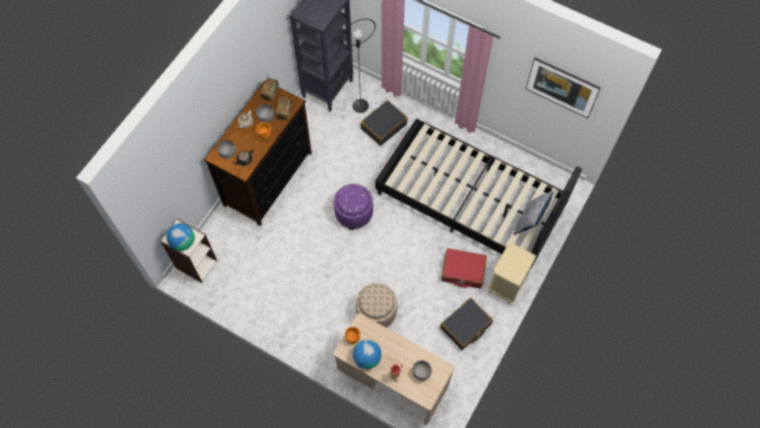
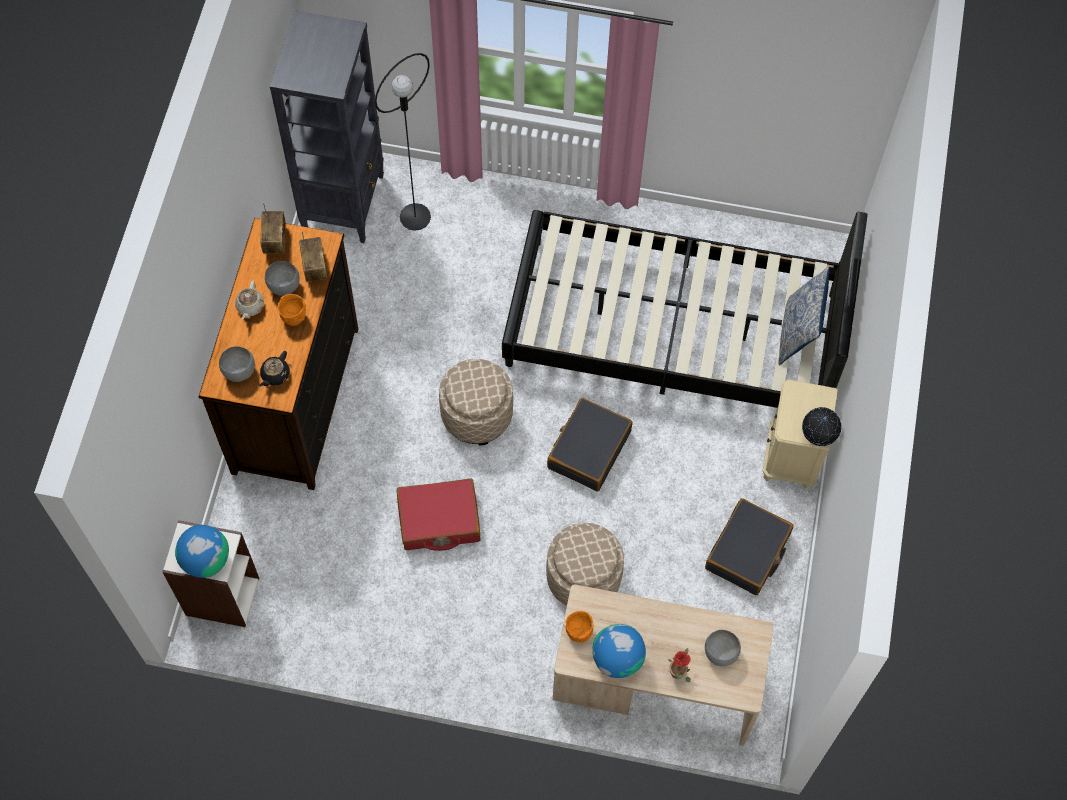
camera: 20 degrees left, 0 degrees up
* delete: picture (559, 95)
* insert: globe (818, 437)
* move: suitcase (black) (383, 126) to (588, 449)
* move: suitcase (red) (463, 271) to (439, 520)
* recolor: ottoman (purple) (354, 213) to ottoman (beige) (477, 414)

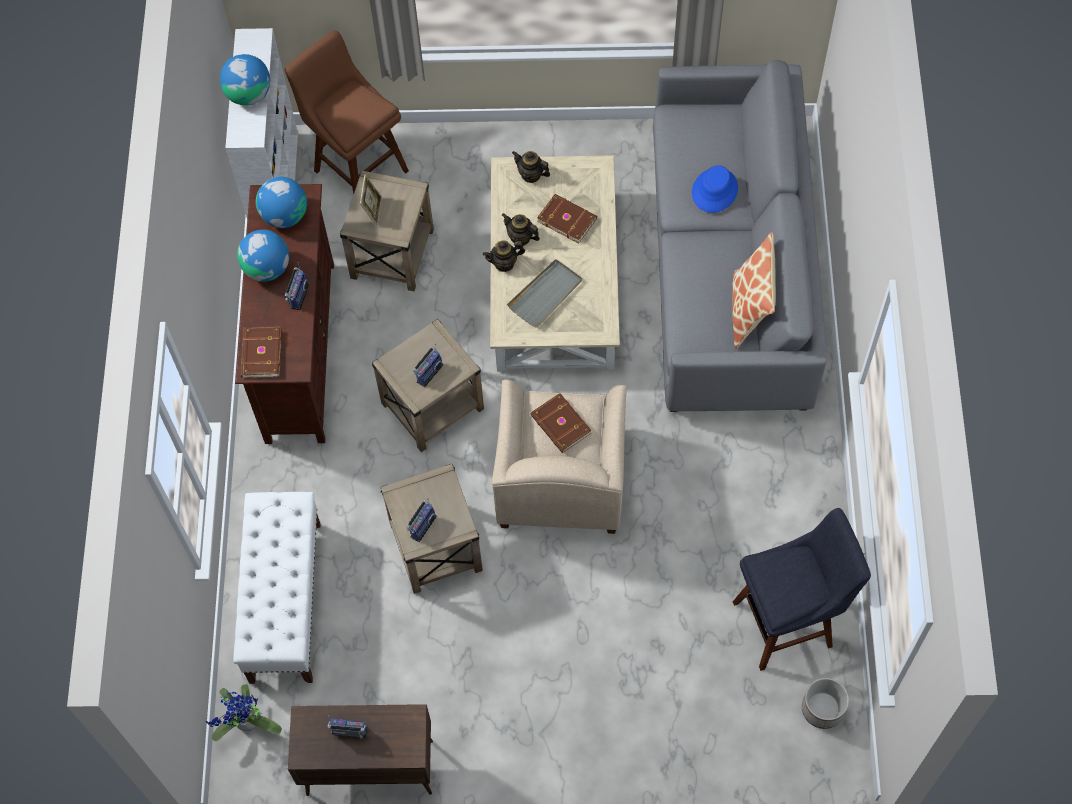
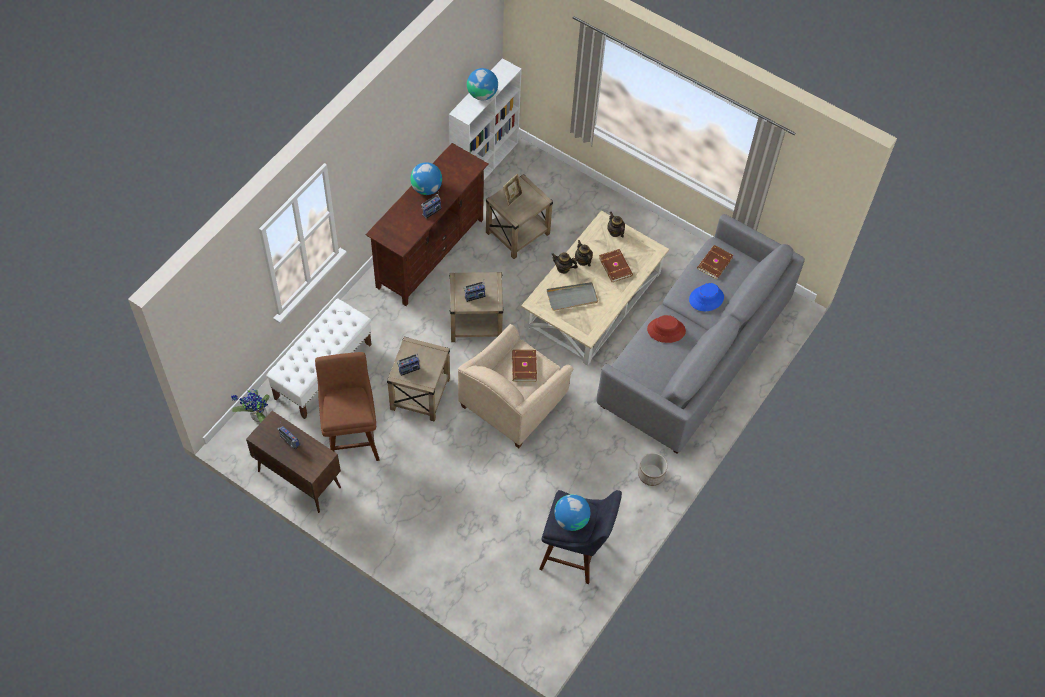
camera: 30 degrees right, 5 degrees down
* delete: pillow (750, 310)
* insert: hat (red) (666, 330)
* move: book (brown) (260, 354) to (714, 263)
* move: globe (285, 215) to (571, 520)
* move: stool (brown) (357, 167) to (352, 438)
* move: planter (823, 709) to (651, 475)

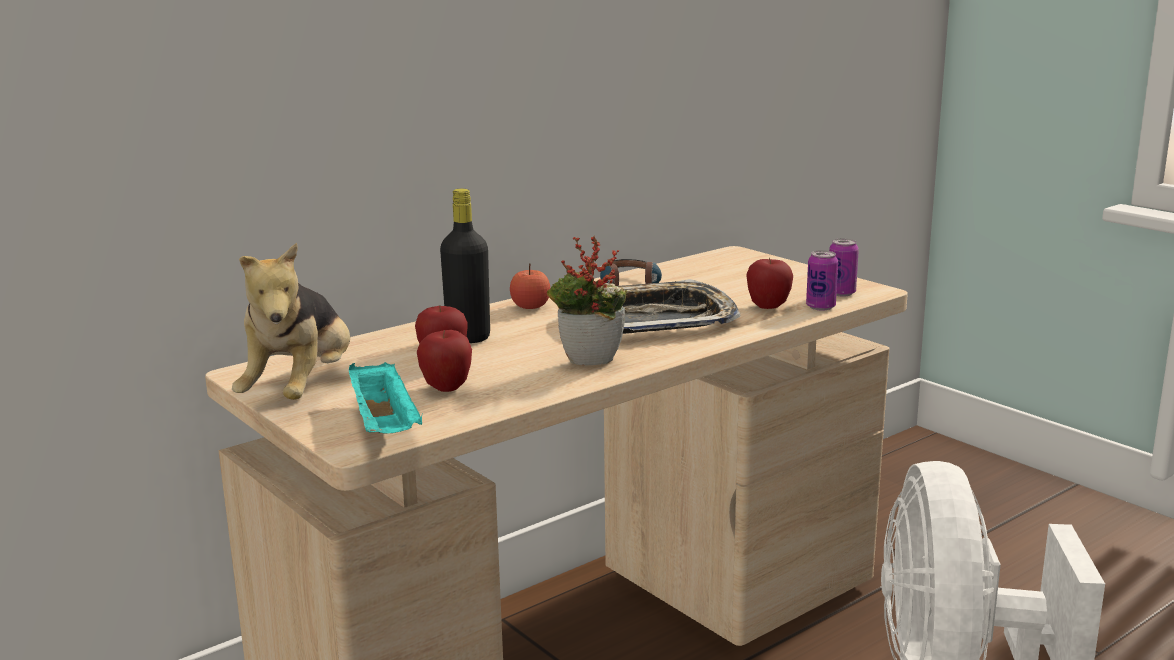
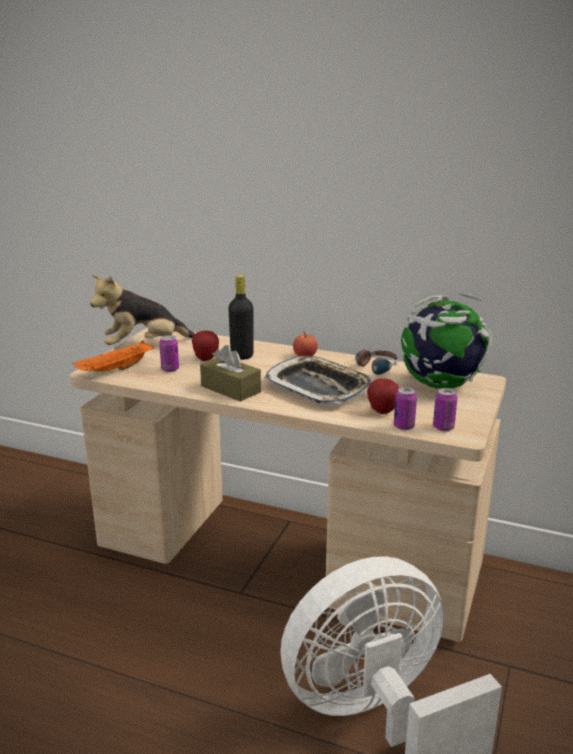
camera: 60 degrees right, 5 degrees up
* insert: globe (440, 386)
* replace: apple (446, 388) to can (170, 369)
* replace: potted plant (589, 364) to tissue box (brown) (230, 389)
* recolor: tray (turquoise) (385, 426) to tray (orange) (115, 370)

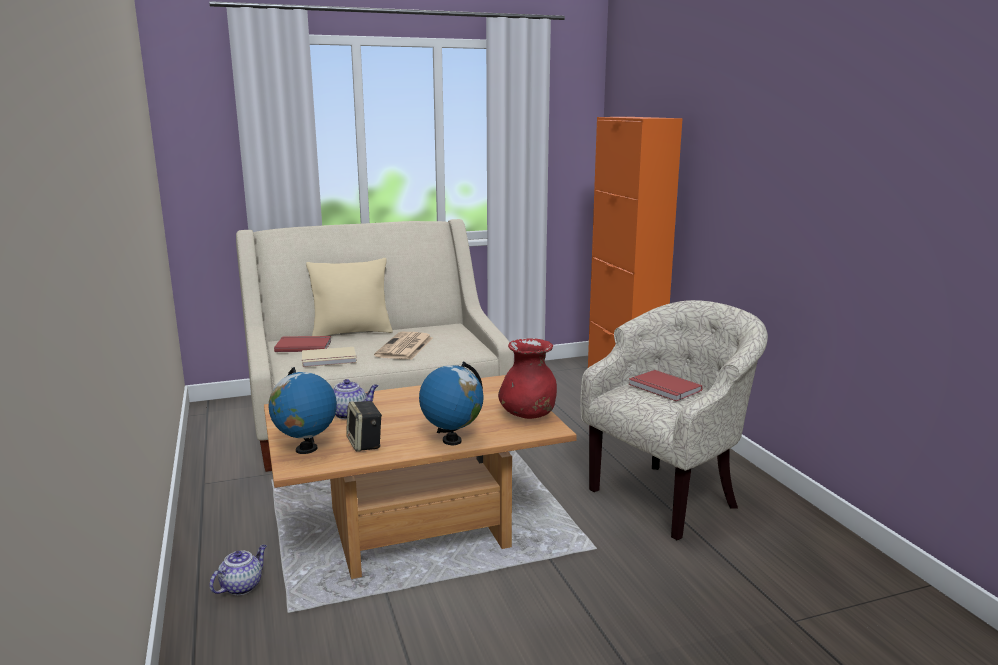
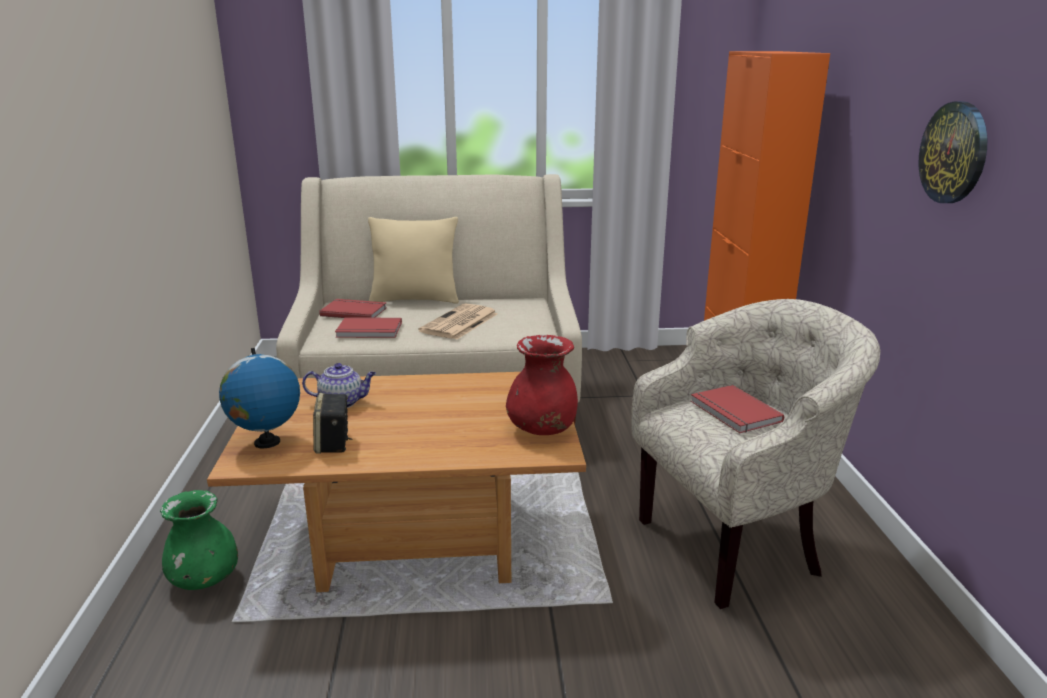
camera: 15 degrees right, 5 degrees up
* delete: globe (452, 440)
* insert: wall clock (954, 153)
* replace: teapot (242, 586) to vase (green) (204, 580)
* recolor: book (beige) (329, 360) to book (red) (369, 331)

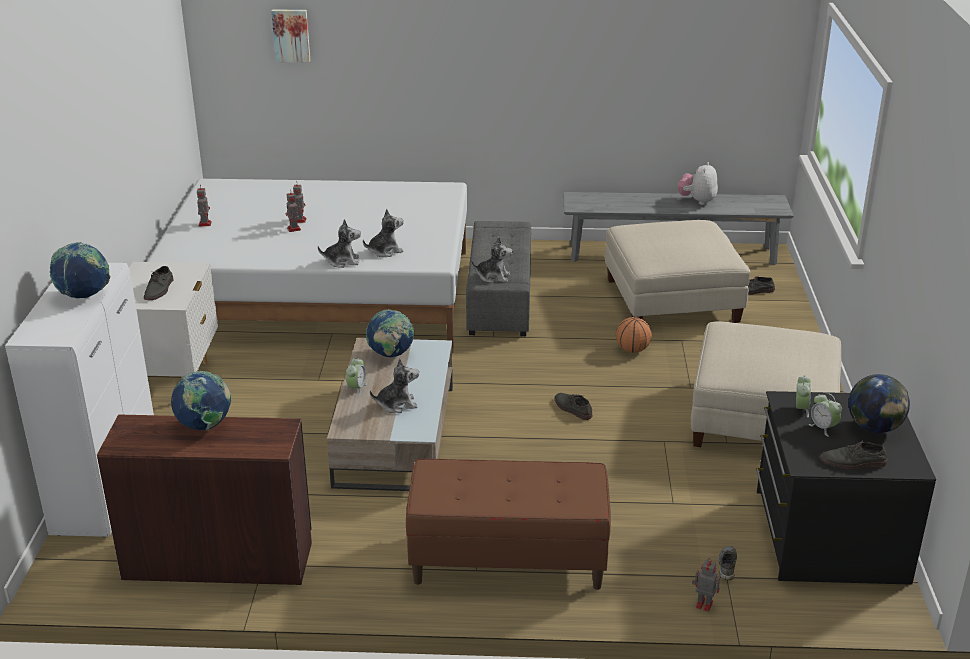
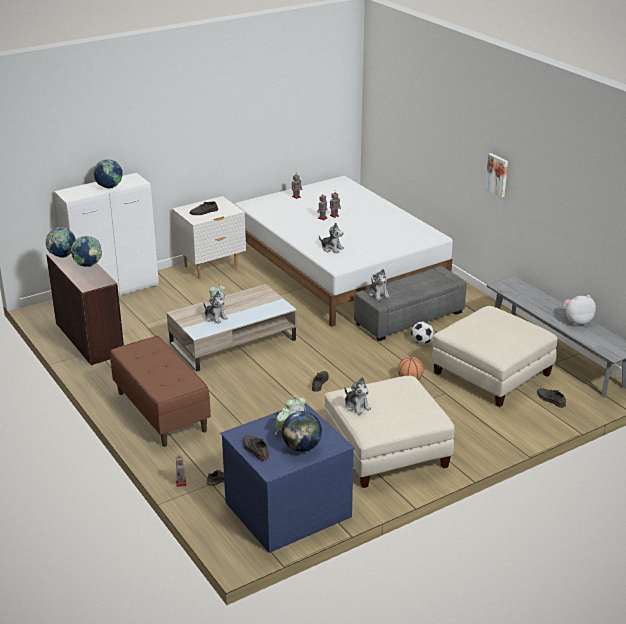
camera: 55 degrees right, 0 degrees up
* insert: football (421, 342)
* move: picture (291, 35) to (497, 174)
* move: plush toy (342, 261) to (357, 406)
* move: globe (391, 355) to (62, 256)
* recolor: dresser (black) (827, 535) to dresser (blue) (287, 508)

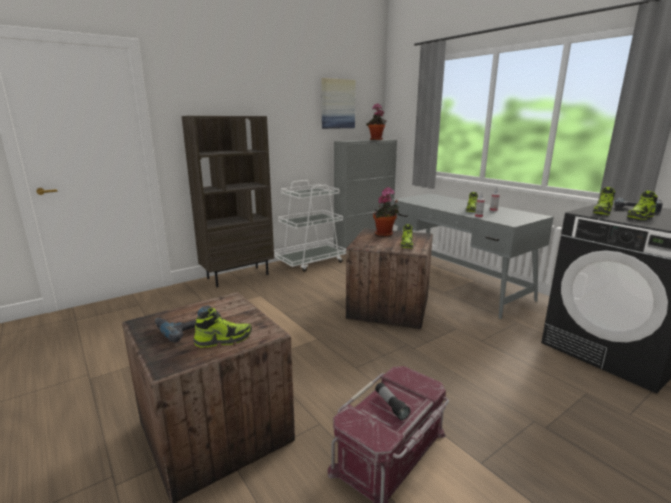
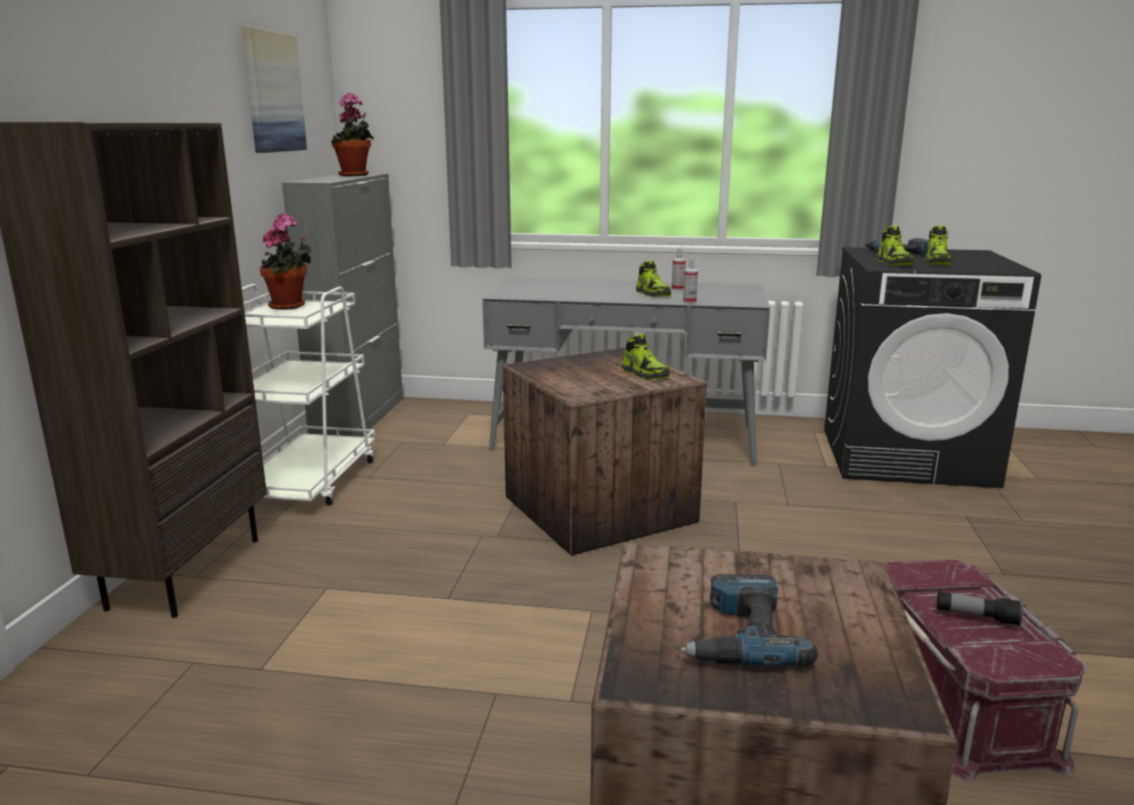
camera: 45 degrees left, 0 degrees up
* delete: shoe (223, 340)
* move: potted plant (385, 234) to (290, 306)

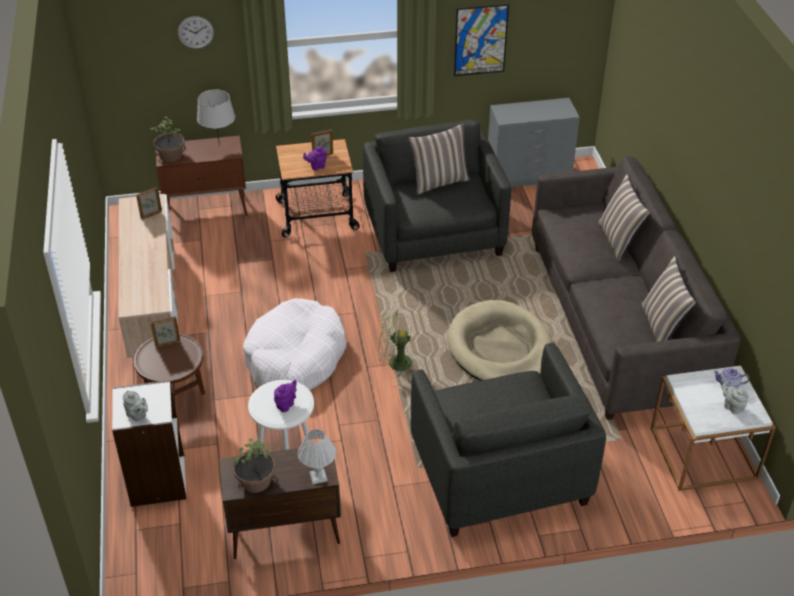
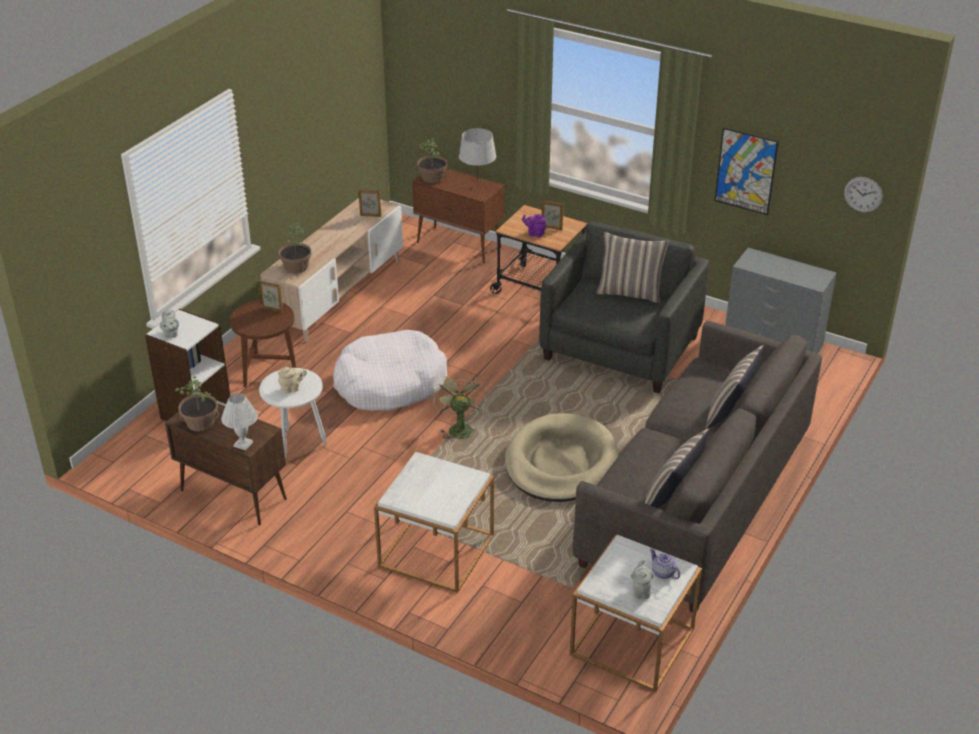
camera: 40 degrees right, 5 degrees down
* insert: potted plant (296, 267)
* move: wall clock (195, 32) to (863, 194)
* replace: armchair (grey) (498, 473) to side table (white) (436, 550)
* recolor: teapot (purple) (286, 404) to teapot (beige) (292, 388)
* rotate: fan (green) (394, 364) = (459, 428) 45 degrees clockwise

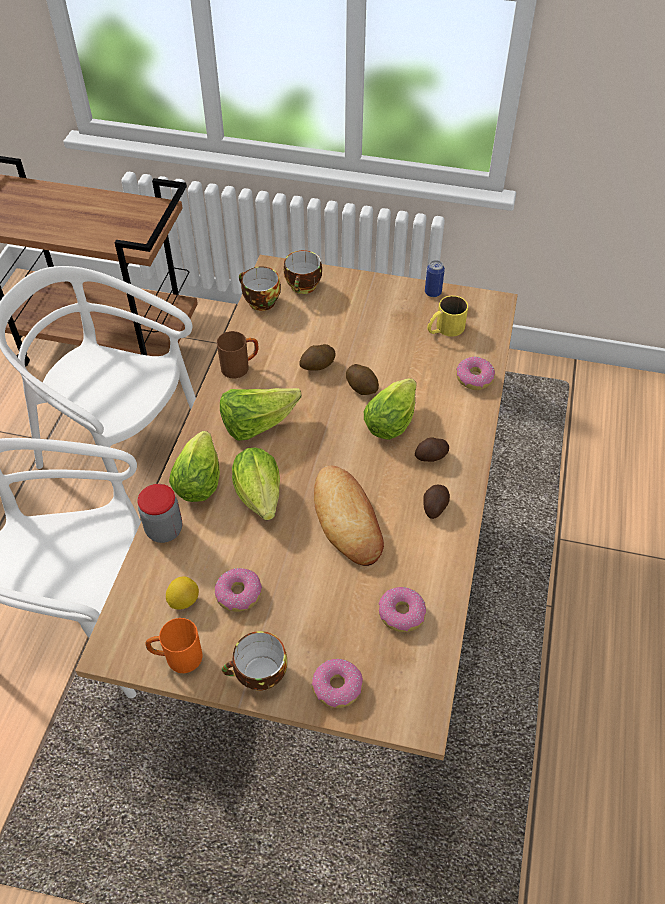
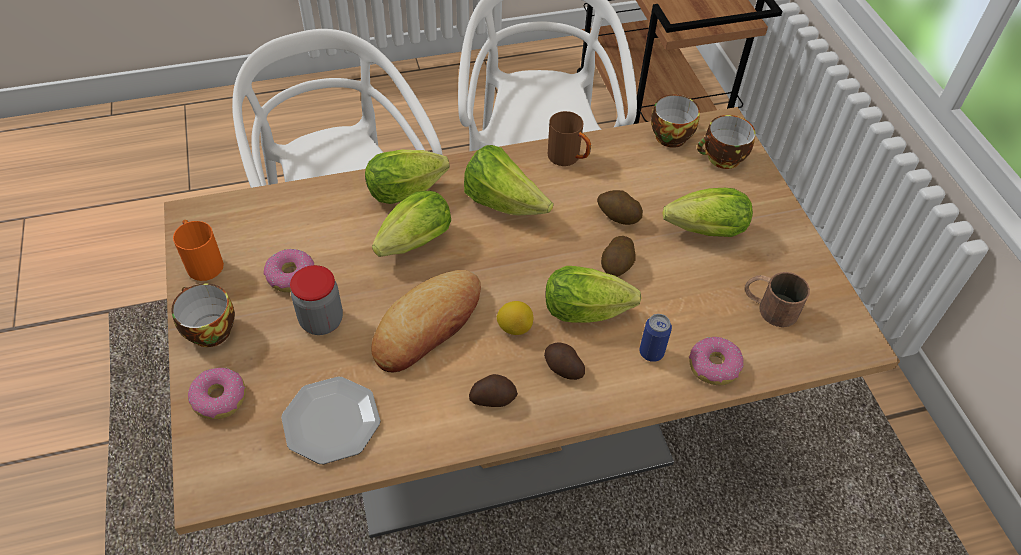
camera: 60 degrees right, 0 degrees up
* insert: lettuce (701, 231)
* move: jar (164, 530) to (321, 321)
* move: lemon (184, 600) to (514, 327)
* move: can (433, 292) to (651, 352)
* replace: donut (401, 613) to plate (332, 421)
* recolor: mug (yellow) (444, 329) to mug (brown) (769, 307)

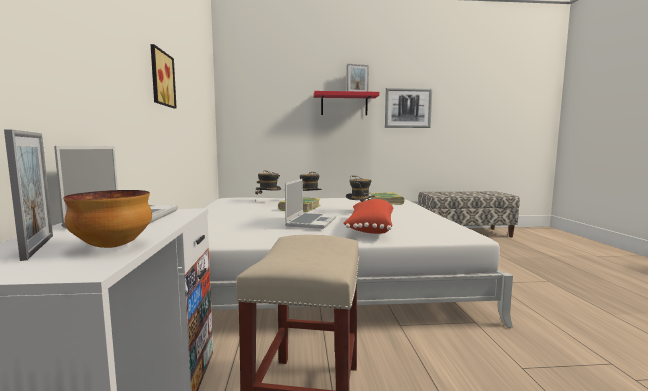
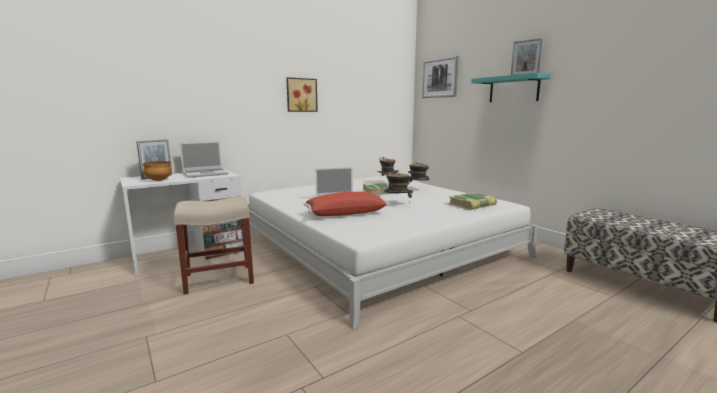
camera: 60 degrees right, 5 degrees up
* move: picture (408, 108) to (439, 78)
* recolor: shelf (red) (344, 104) to shelf (turquoise) (513, 89)

